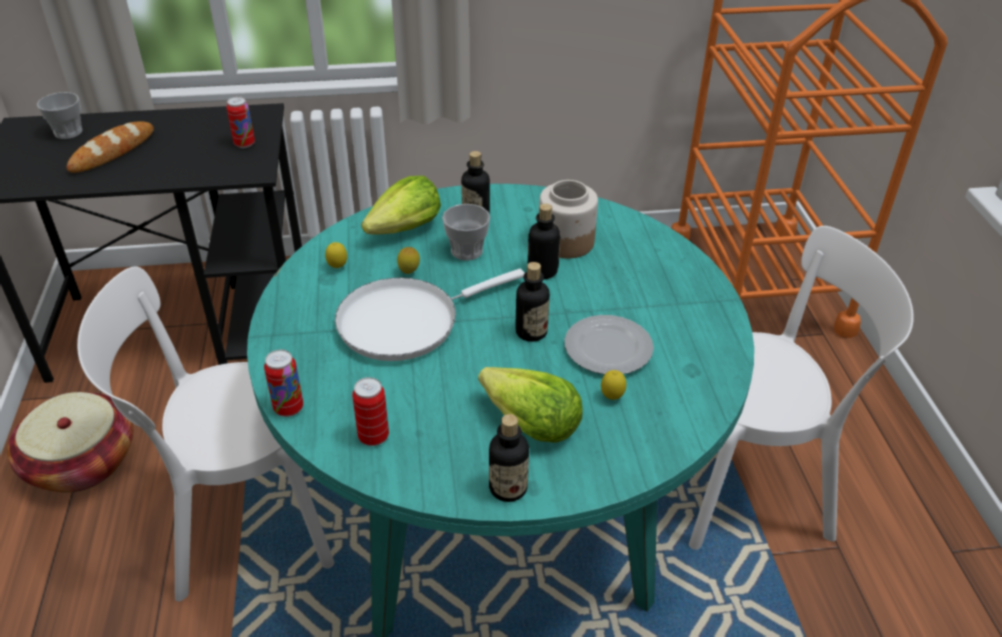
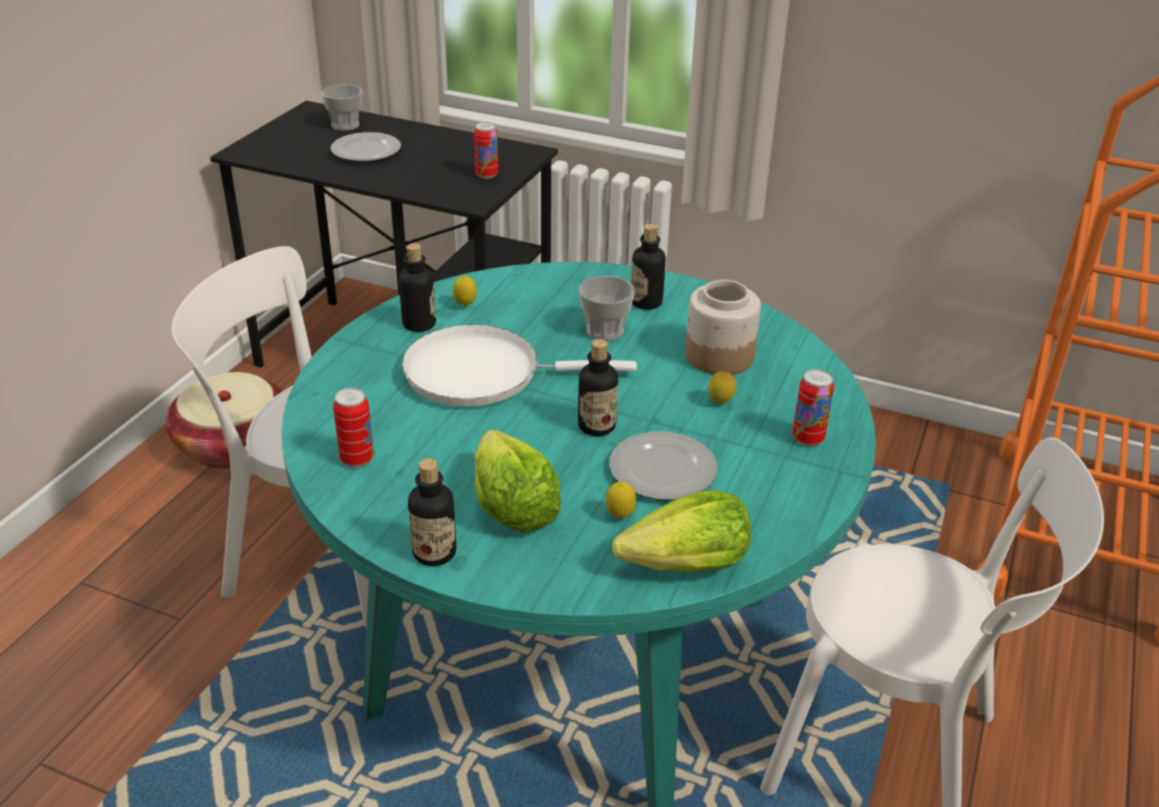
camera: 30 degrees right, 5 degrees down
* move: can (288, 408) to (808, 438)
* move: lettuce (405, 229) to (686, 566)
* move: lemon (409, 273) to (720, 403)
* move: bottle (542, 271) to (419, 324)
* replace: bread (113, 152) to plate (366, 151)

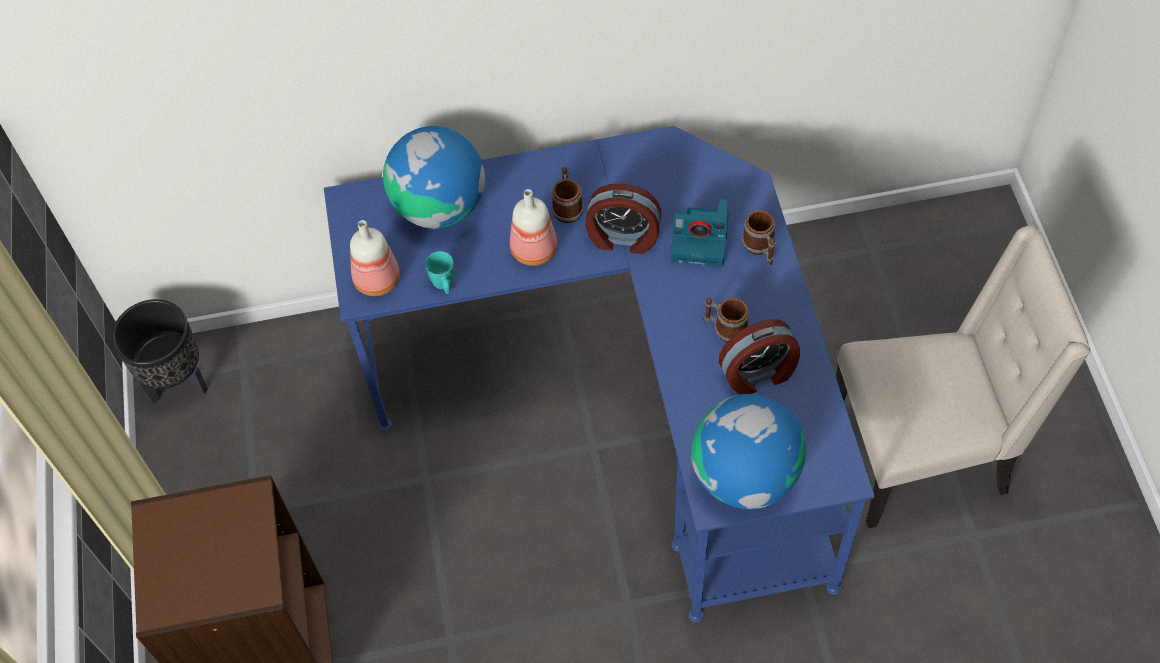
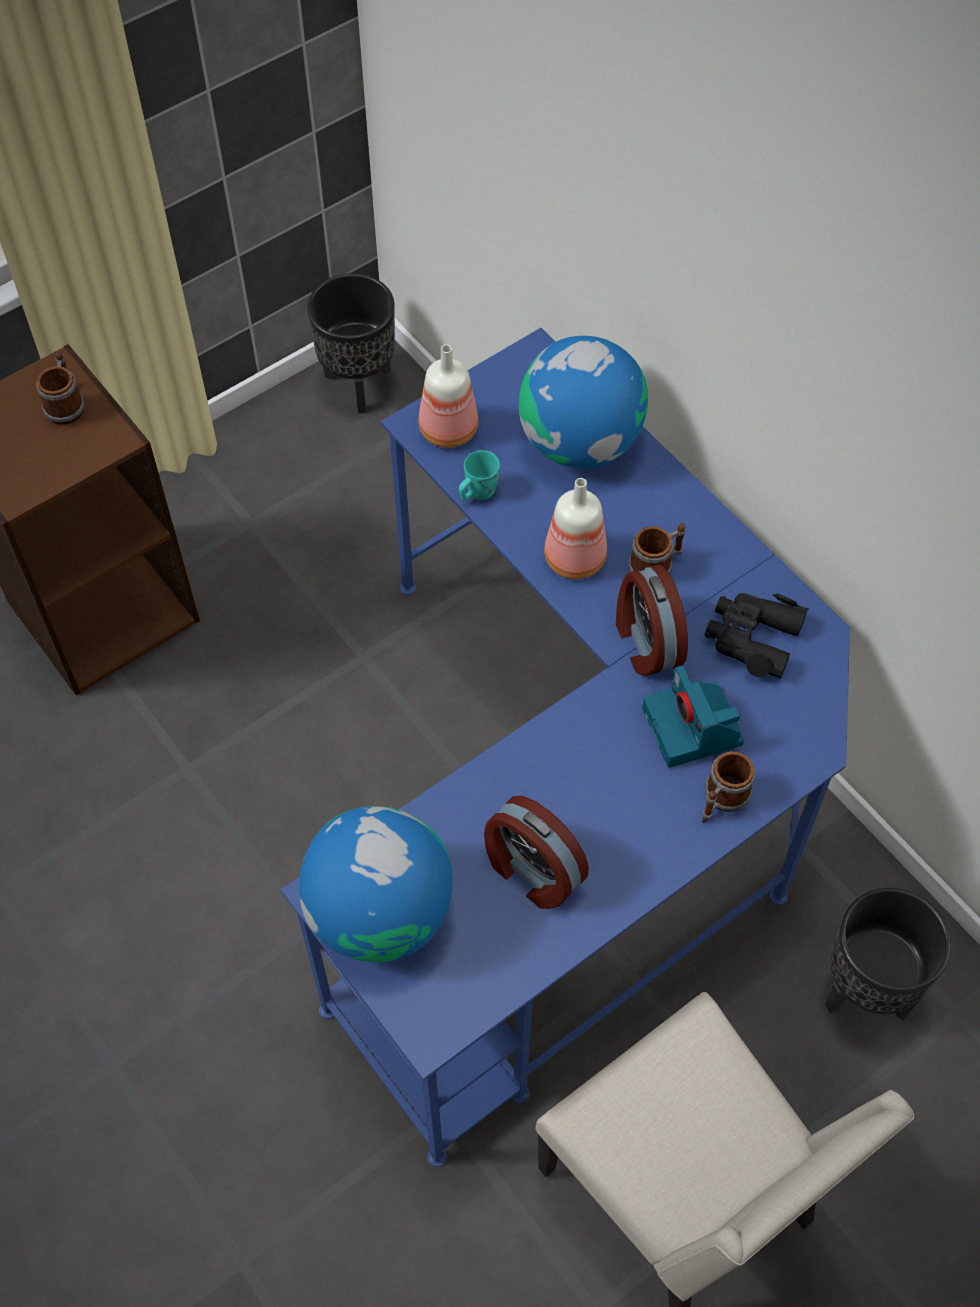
camera: 60 degrees right, 0 degrees up
* insert: binoculars (black) (752, 638)
* insert: planter (black) (866, 992)
* move: mug (725, 328) to (66, 404)

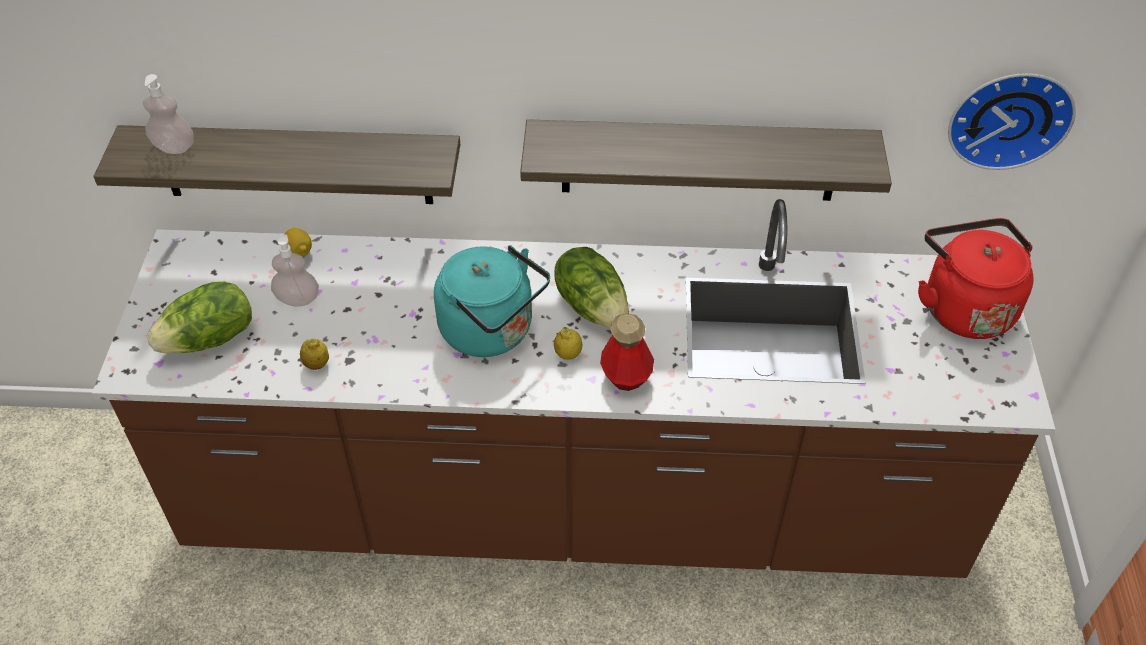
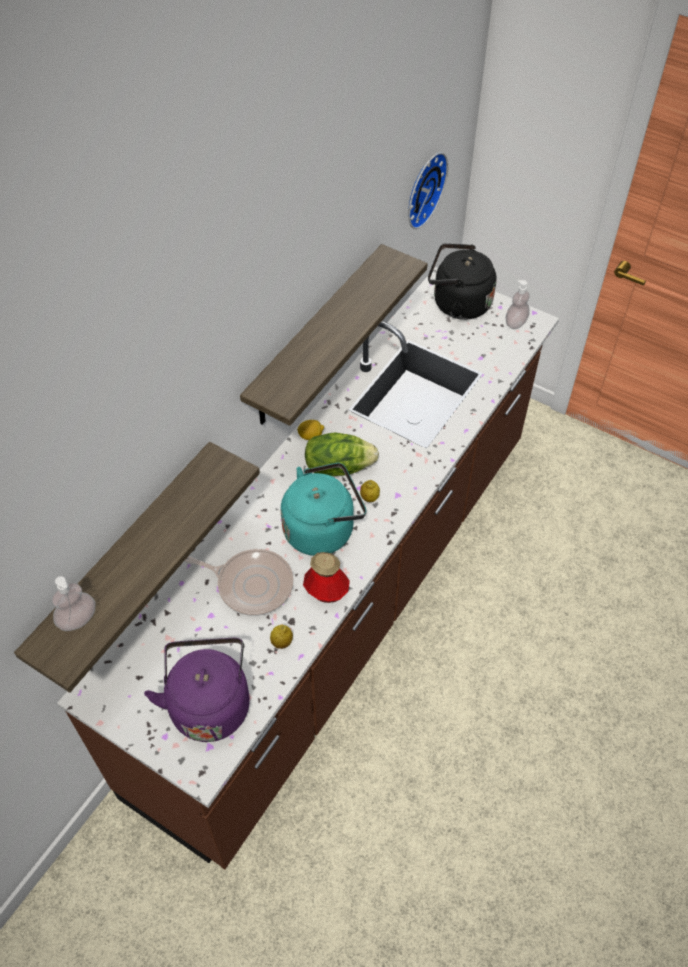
camera: 60 degrees left, 5 degrees up
* insert: frying pan (251, 584)
* move: soap dispenser (297, 299) to (515, 323)
* move: lemon (299, 252) to (311, 436)
* move: bottle (626, 376) to (326, 591)
* replace: lettuce (210, 339) to kettle (purple) (209, 703)
* recolor: kettle (red) (964, 306) to kettle (black) (457, 304)

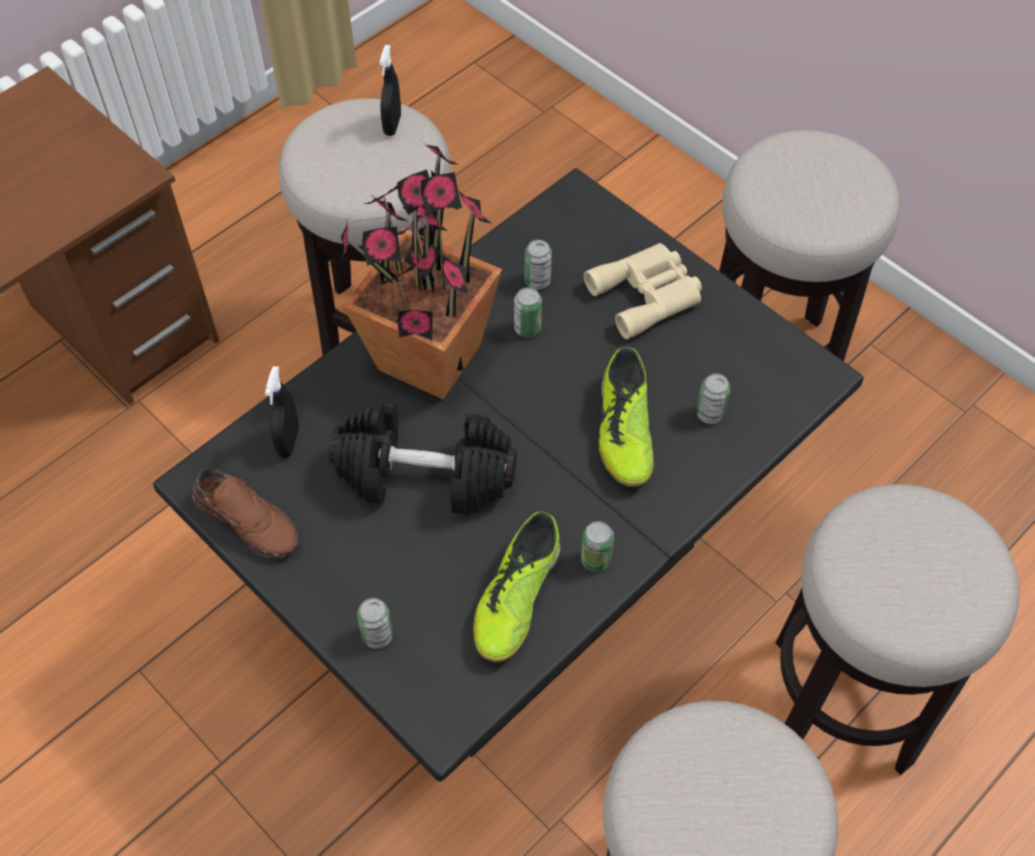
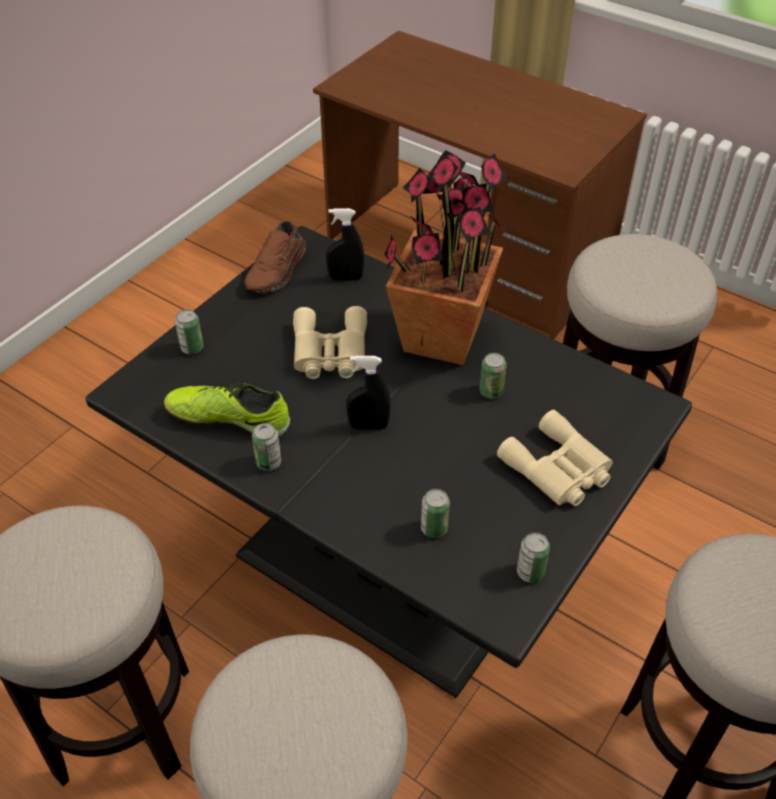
camera: 80 degrees right, 10 degrees down
* delete: shoe (624, 431)
* move: spray bottle (black) (392, 124) to (368, 425)
* move: can (537, 281) to (530, 572)
* replace: dumbbell (black) (424, 476) to binoculars (beige) (329, 351)

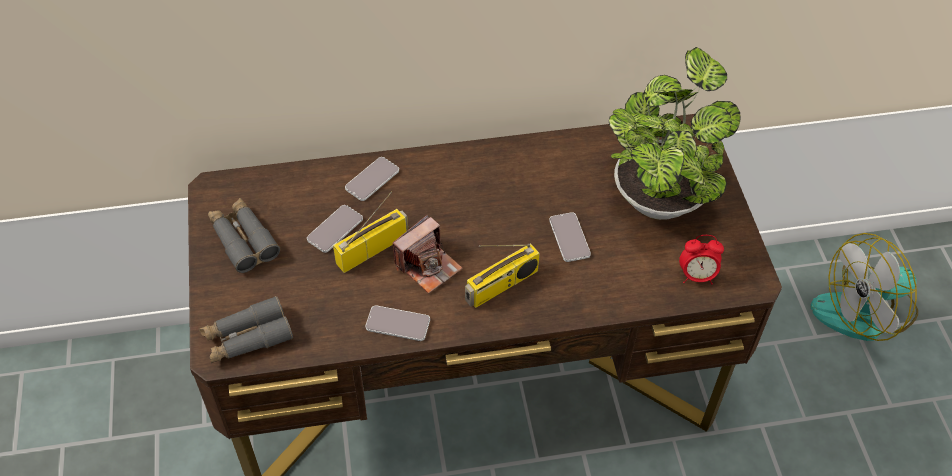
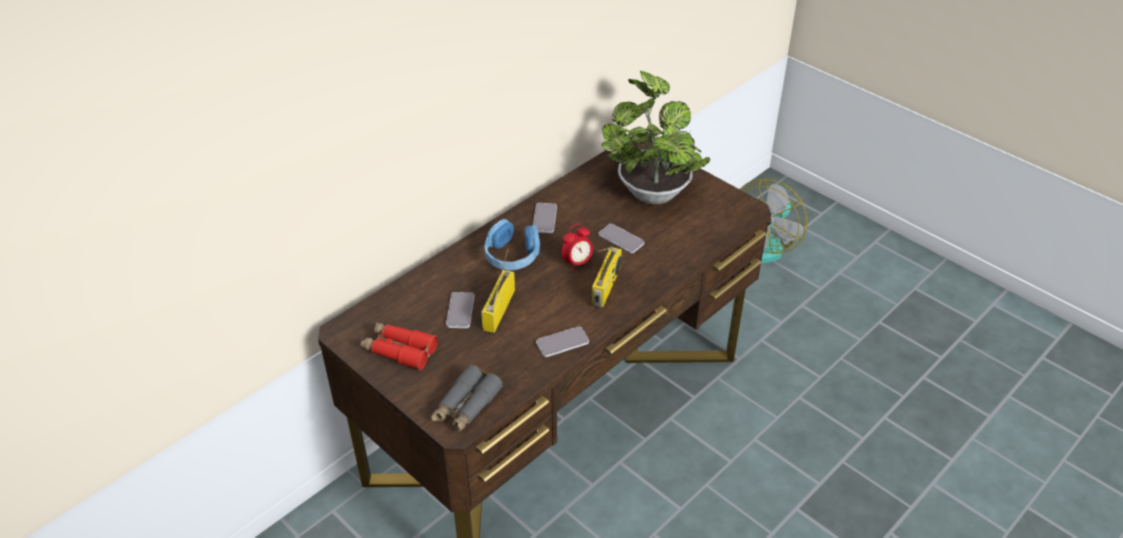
camera: 35 degrees left, 10 degrees down
* delete: photo camera (428, 266)
* insert: headphones (blue) (512, 255)
* move: phone (372, 179) to (544, 218)
* move: alarm clock (697, 276) to (577, 263)
* recolor: binoculars (grey) (243, 240) to binoculars (red) (399, 350)

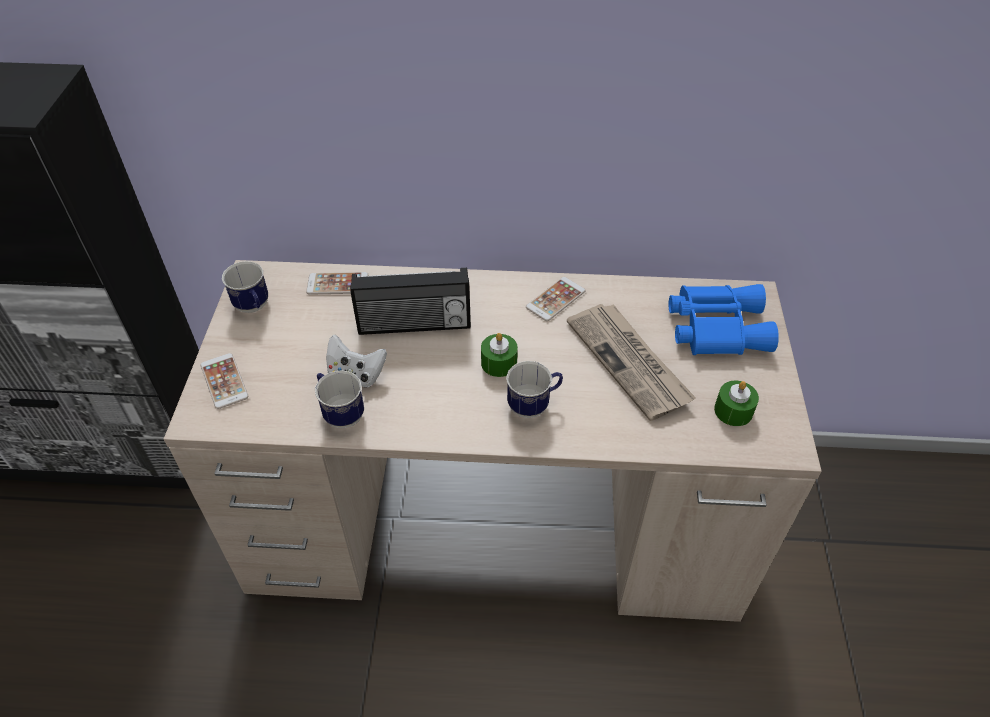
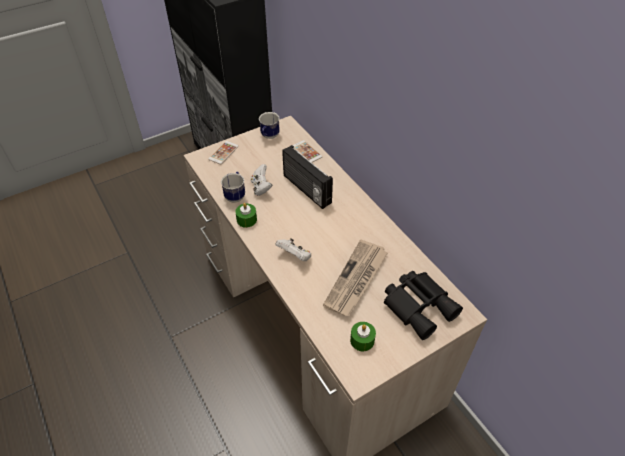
camera: 55 degrees right, 0 degrees up
* delete: phone (555, 299)
* move: candle (green) (499, 363) to (246, 220)
* replace: mug (534, 405) to game controller (white) (295, 256)
* recolor: binoculars (blue) (715, 326) to binoculars (black) (419, 305)

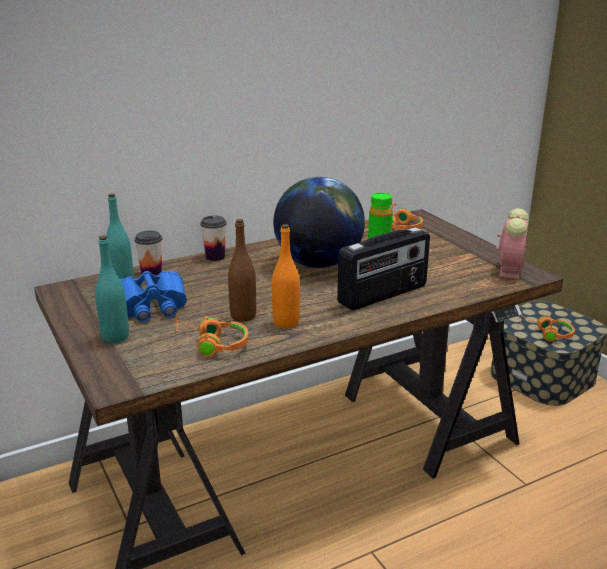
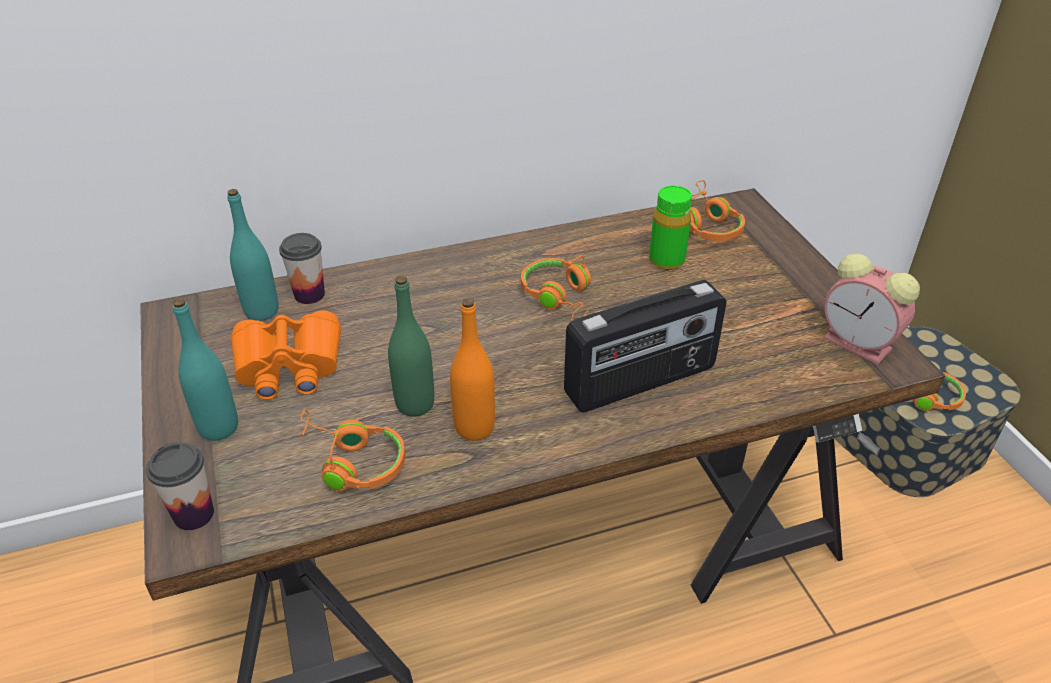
camera: 10 degrees right, 15 degrees up
* move: cup (215, 257) to (193, 514)
* replace: globe (318, 263) to headphones (orange) (560, 298)
* recolor: binoculars (blue) (151, 306) to binoculars (orange) (289, 366)
* recolor: bottle (brown) (243, 316) to bottle (green) (415, 404)
* rotate: alarm clock (509, 269) = (860, 344) 105 degrees clockwise

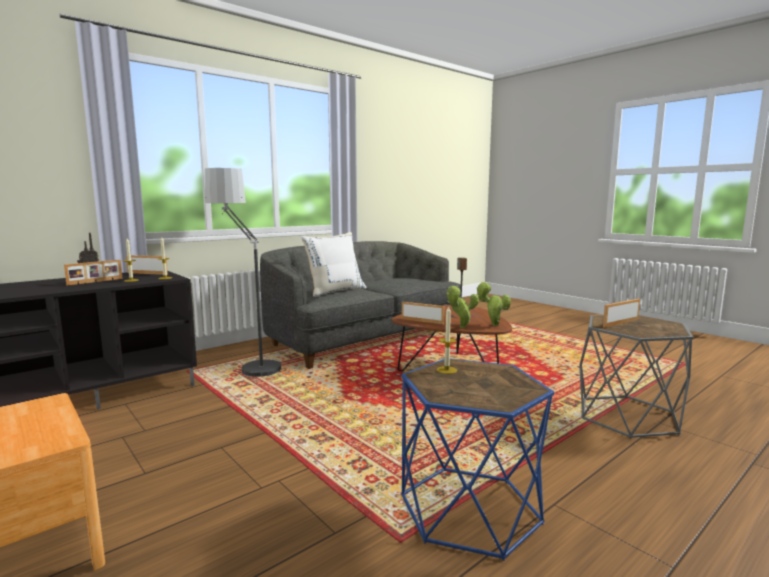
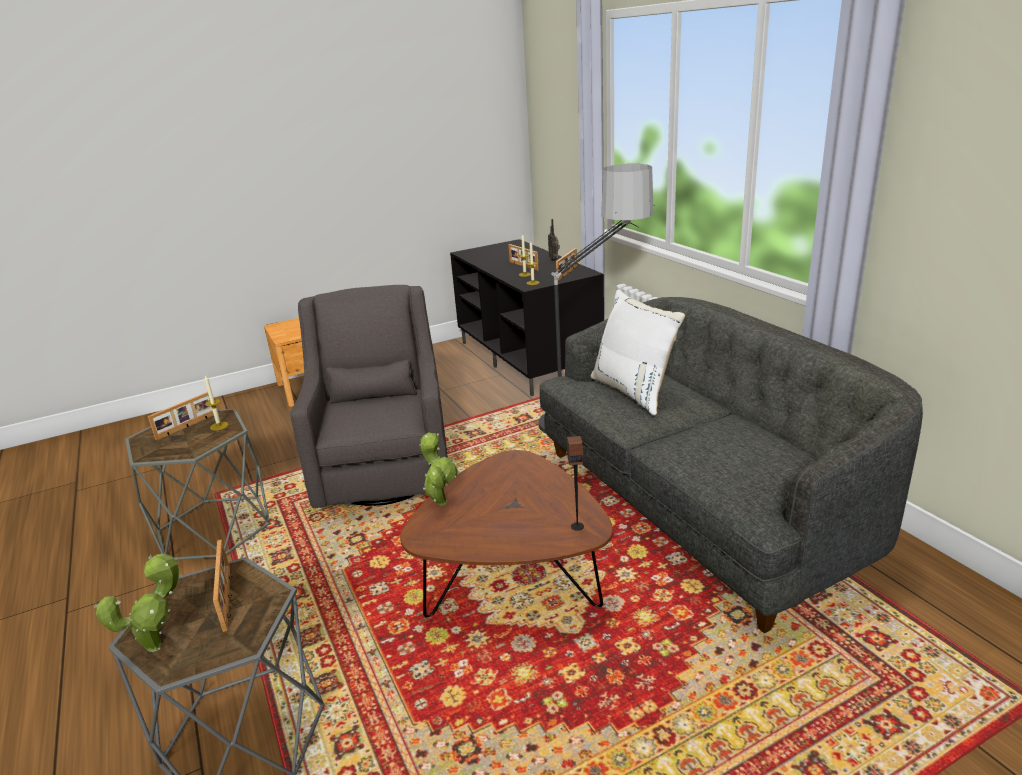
camera: 105 degrees right, 15 degrees up
* insert: armchair (grey) (385, 472)
* move: picture frame (422, 321) to (187, 426)
* move: potted plant (493, 325) to (159, 644)
* recolor: side table (blue) (469, 509) to side table (grey) (214, 529)

